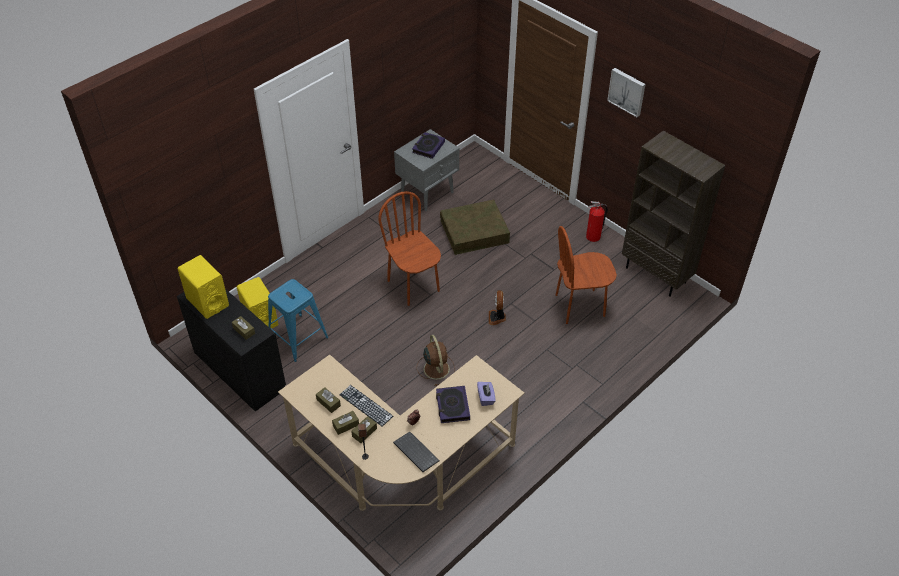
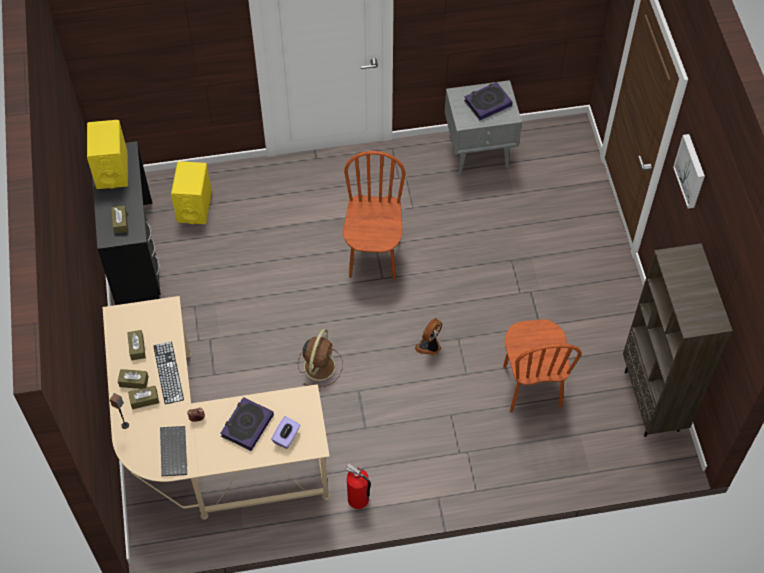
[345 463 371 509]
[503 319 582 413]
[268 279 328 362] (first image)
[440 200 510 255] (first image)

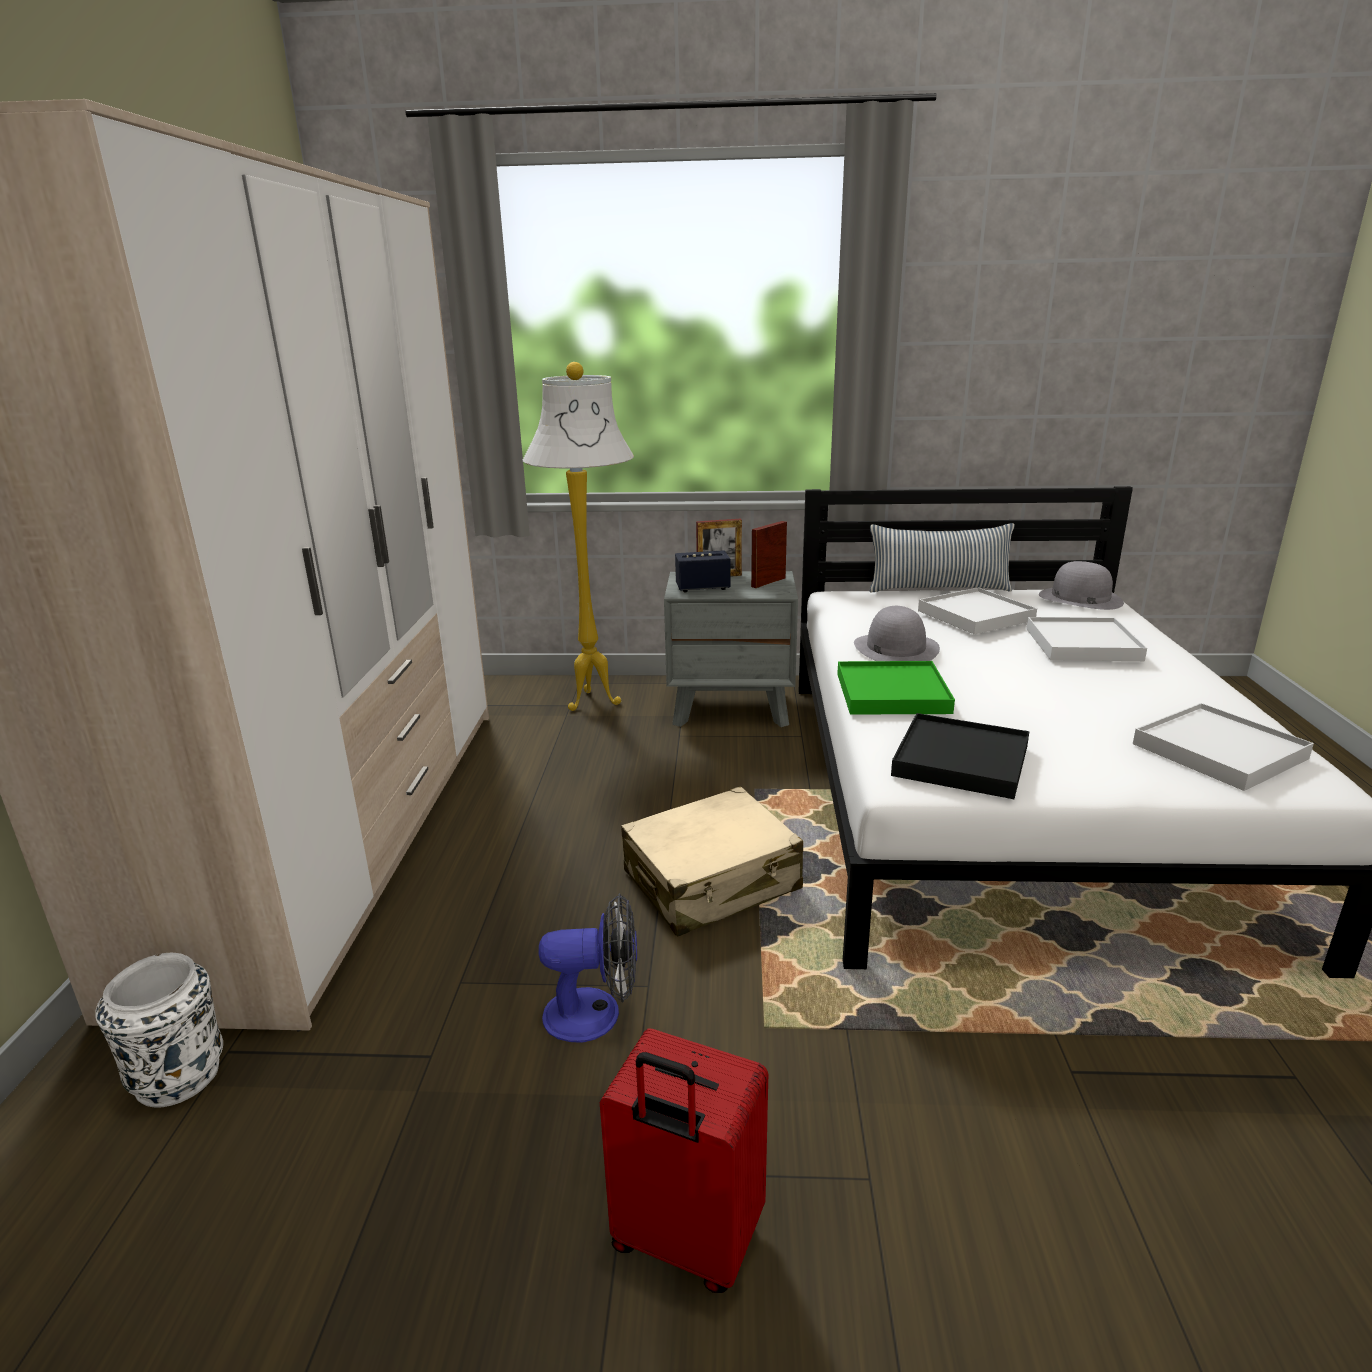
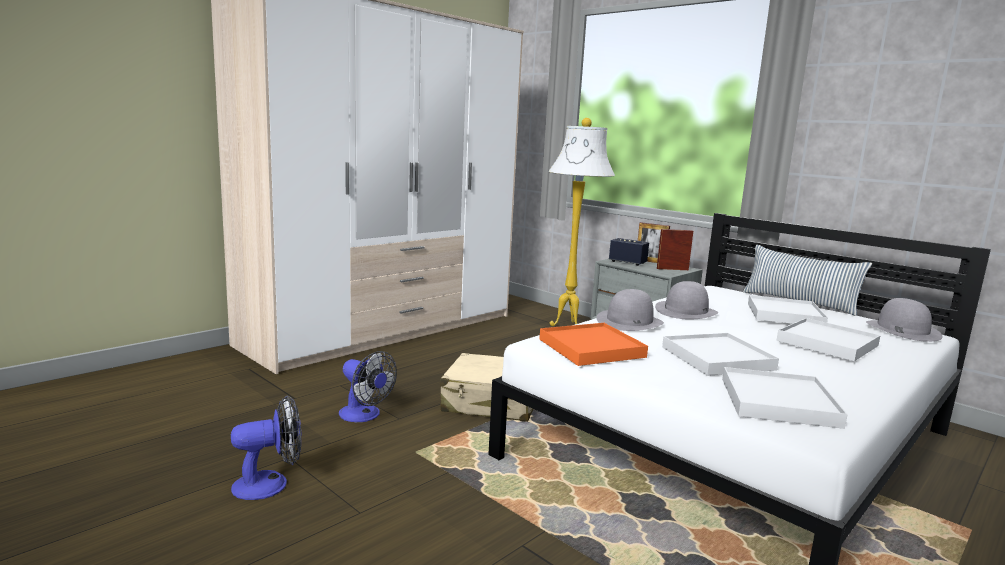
[231 396 302 500]
[539 323 648 366]
[597 289 664 331]
[662 333 779 376]
[95 953 223 1108] (first image)

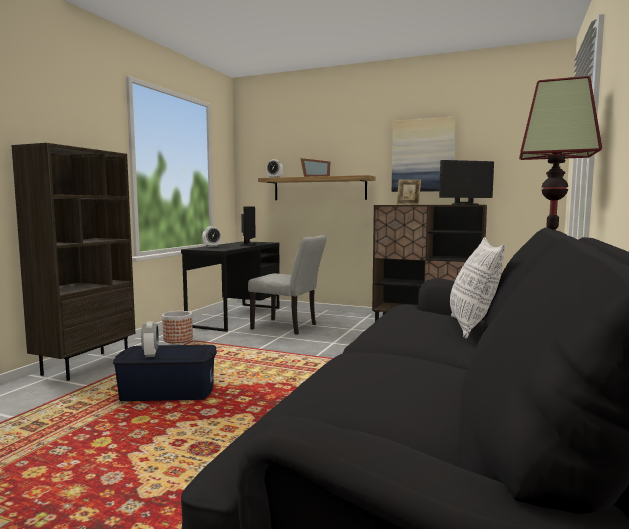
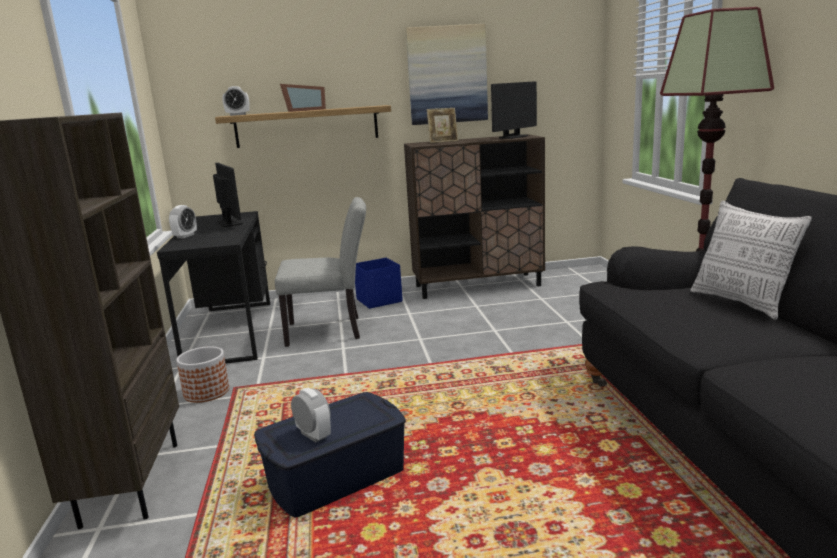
[355 258 403 309]

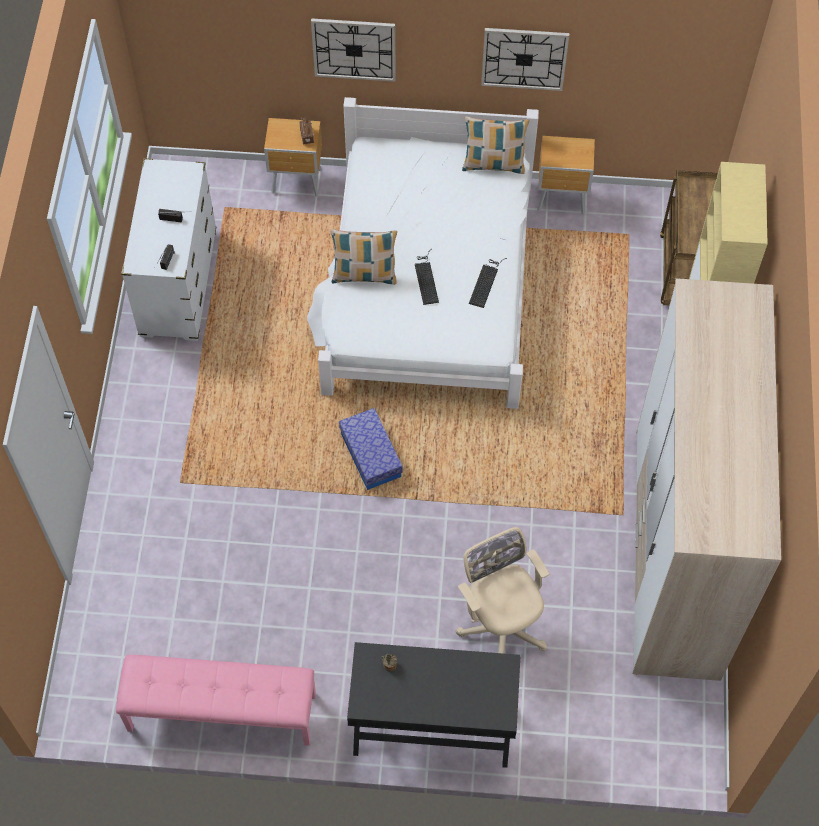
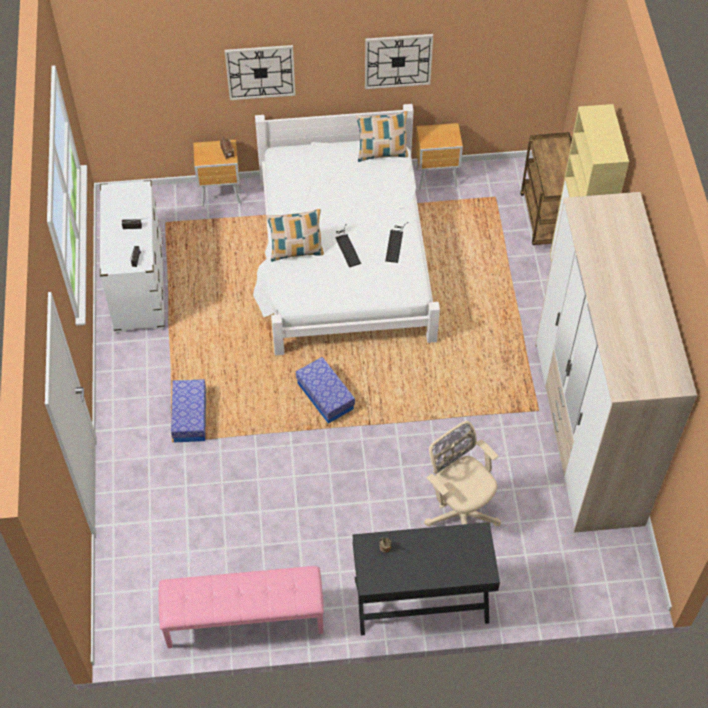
[171 379 206 442]

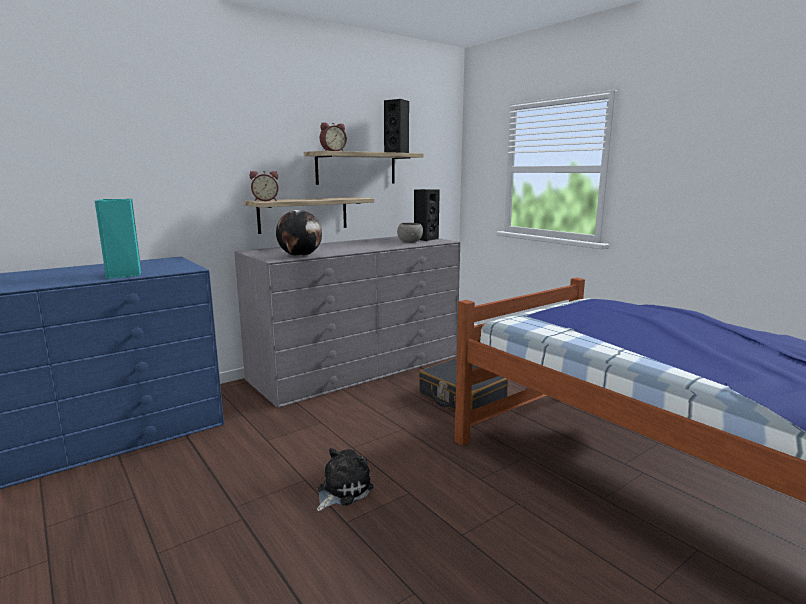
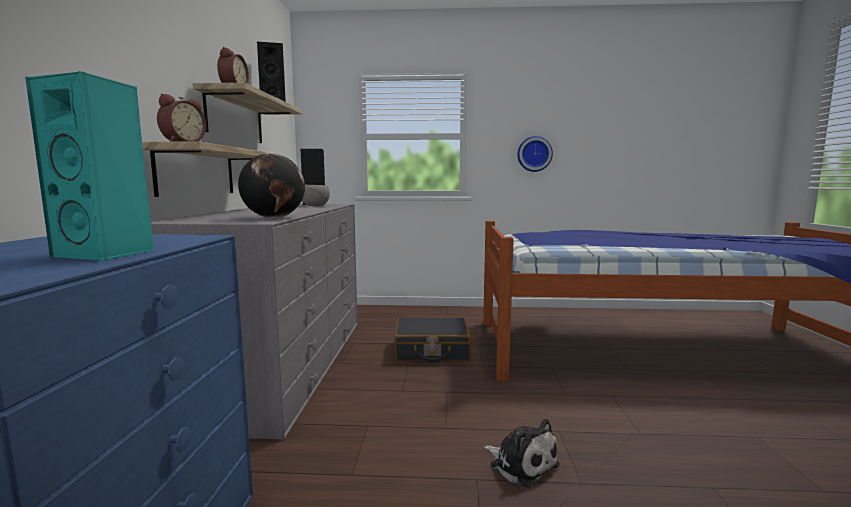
[484 419 560 488]
[517 136 553 172]

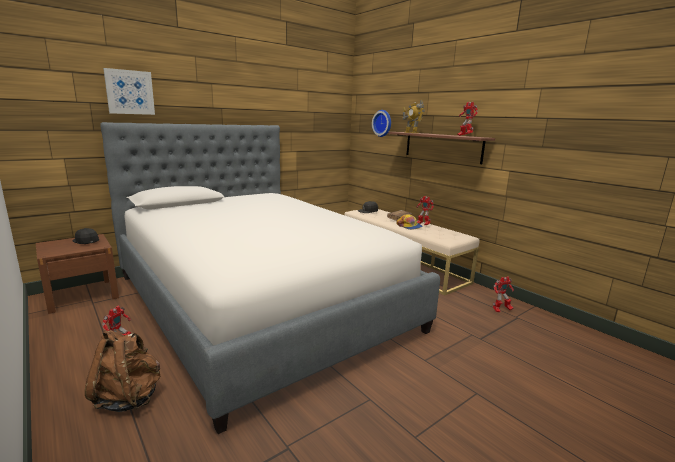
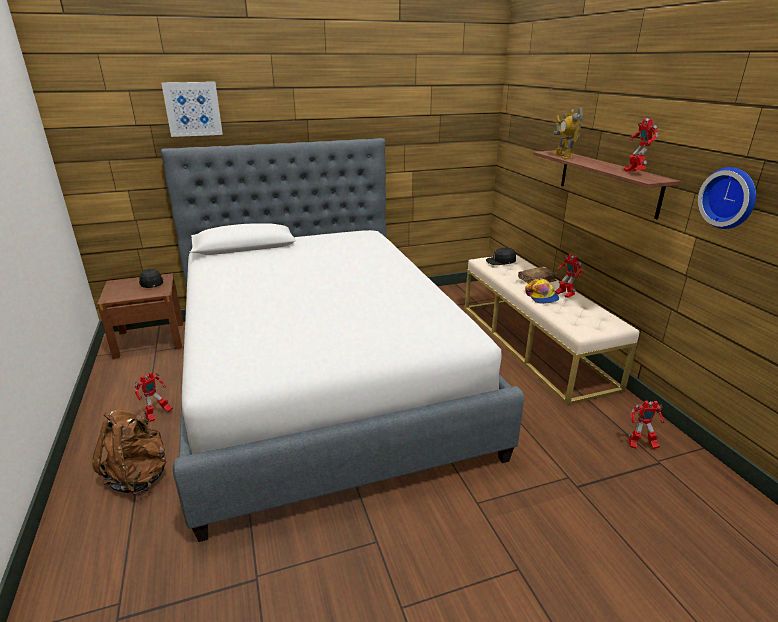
[698 167 756 229]

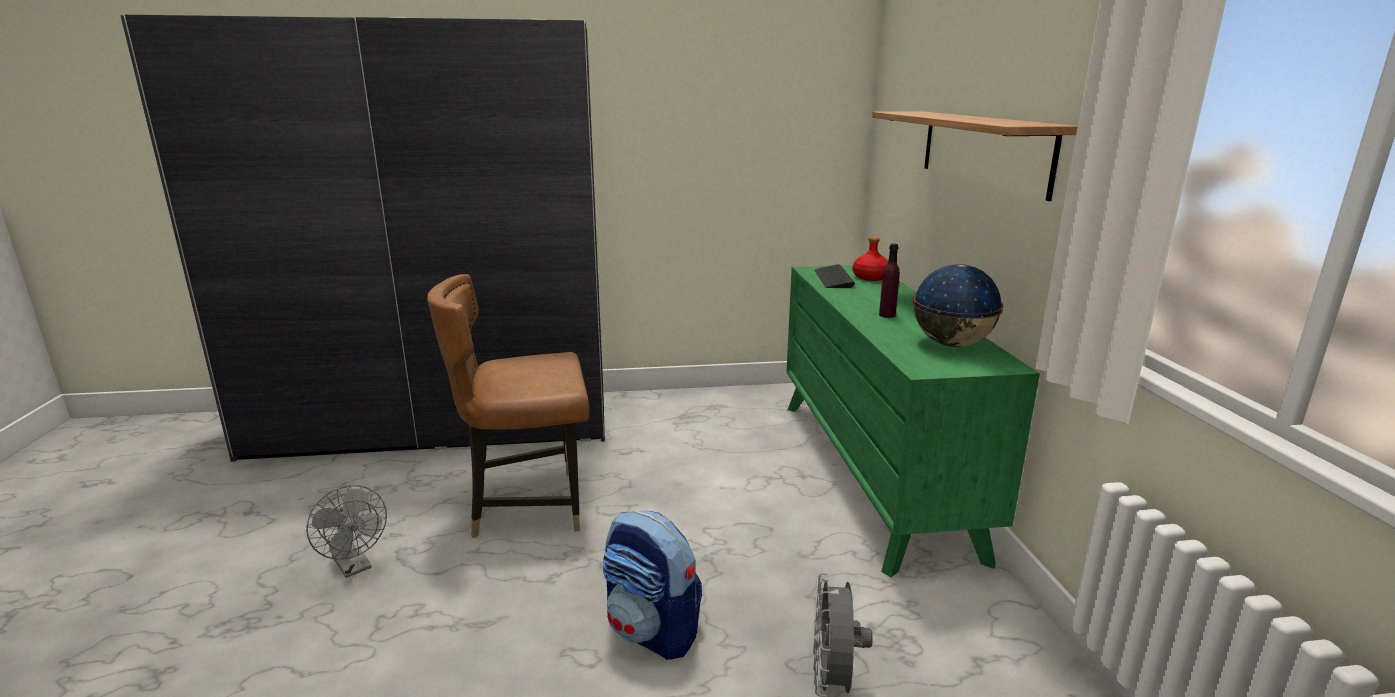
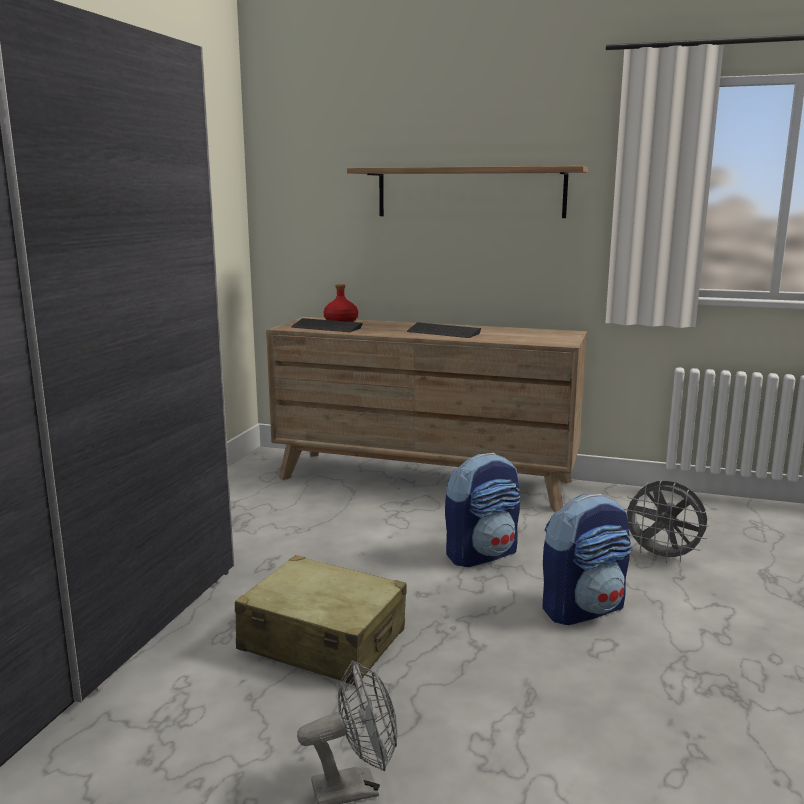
[235 555 407 685]
[266 317 587 512]
[407 322 481 338]
[445 453 520 567]
[913 264 1003 347] (first image)

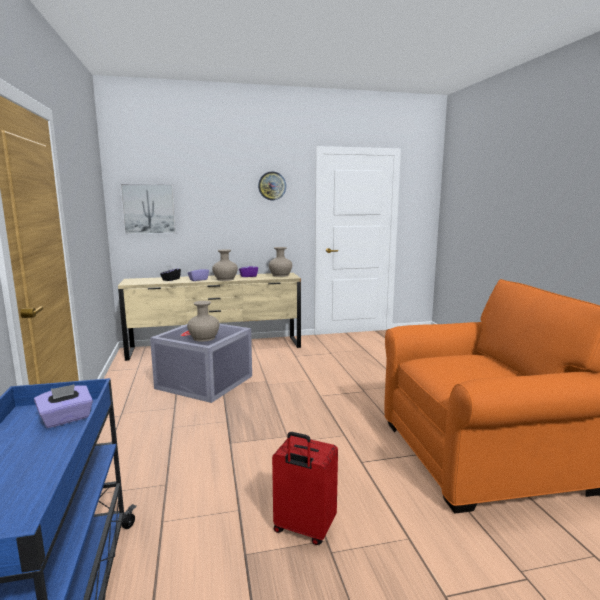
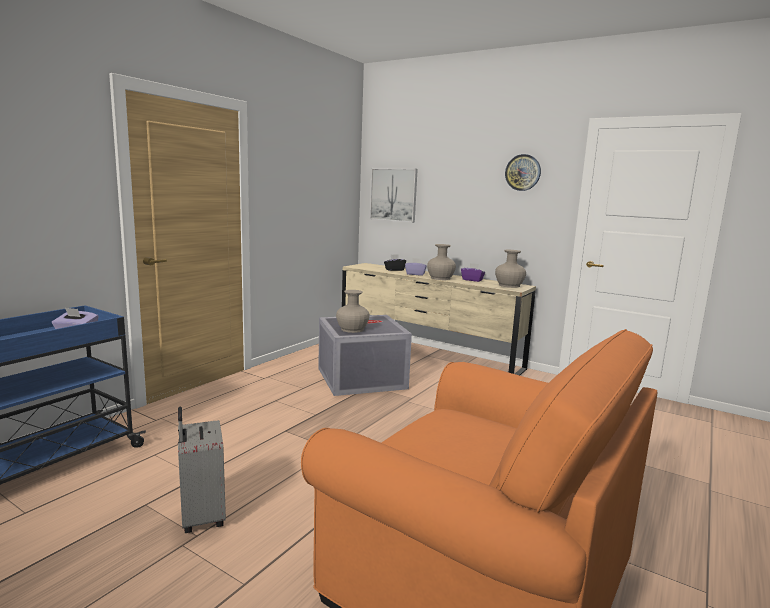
[178 407 226 533]

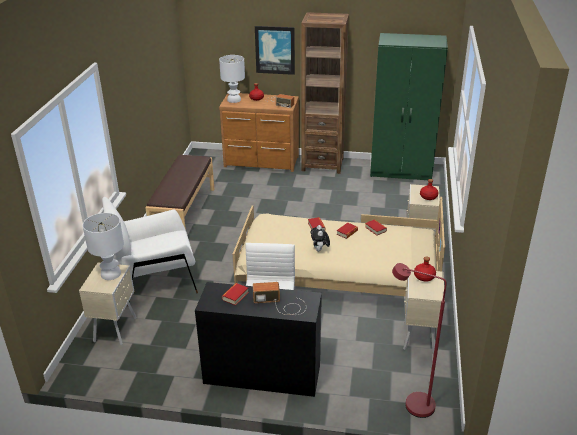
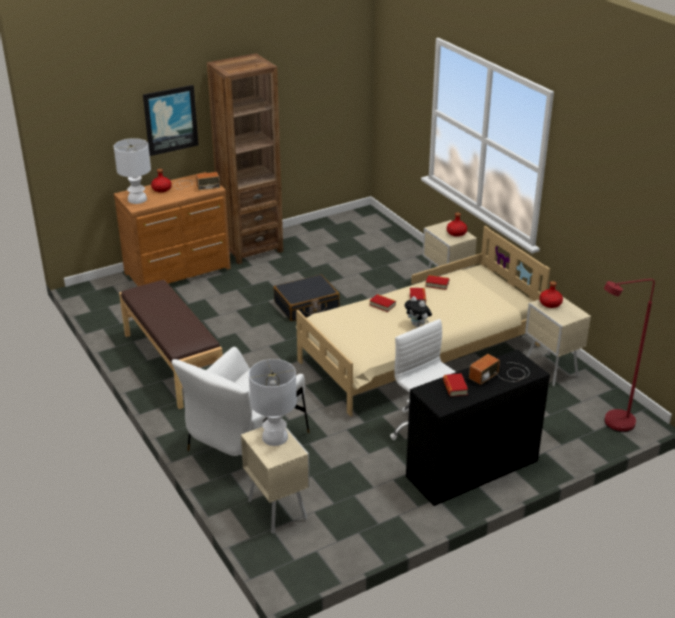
[273 274 340 321]
[370 33 448 180] (first image)

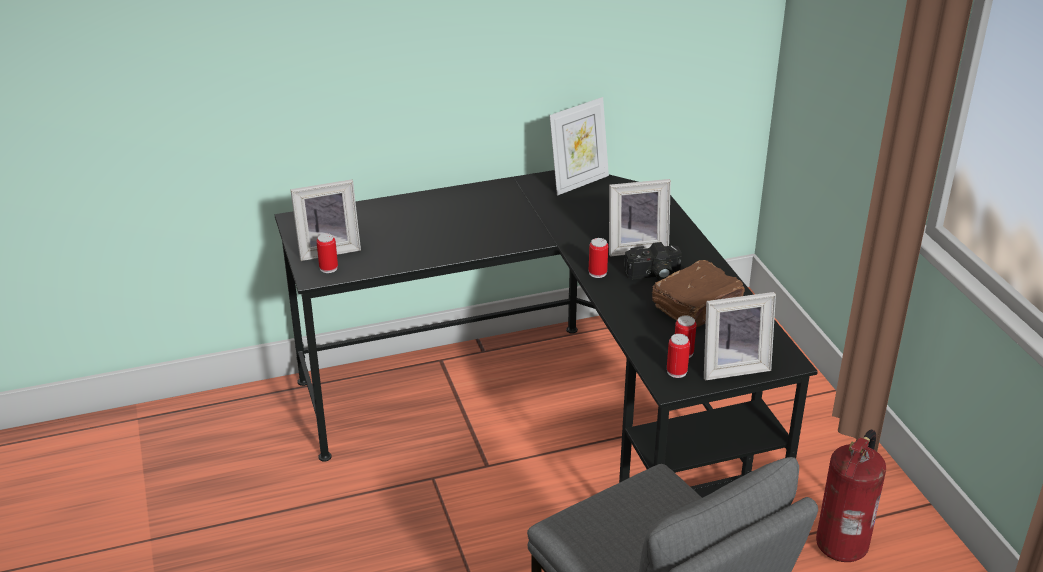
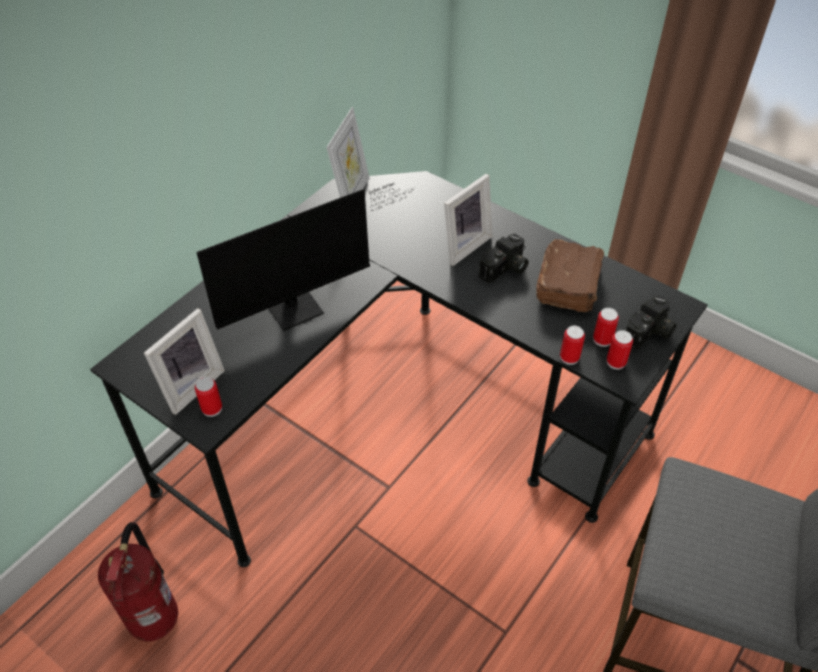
[98 522 178 641]
[196 183 415 331]
[560 325 585 365]
[626 295 677 349]

